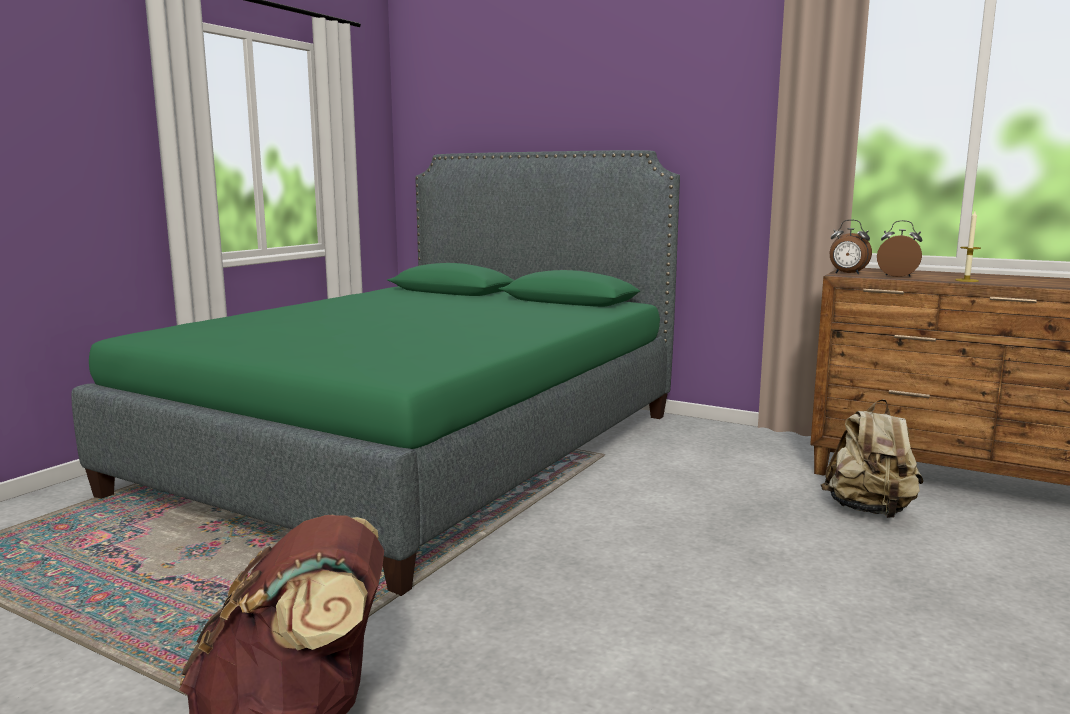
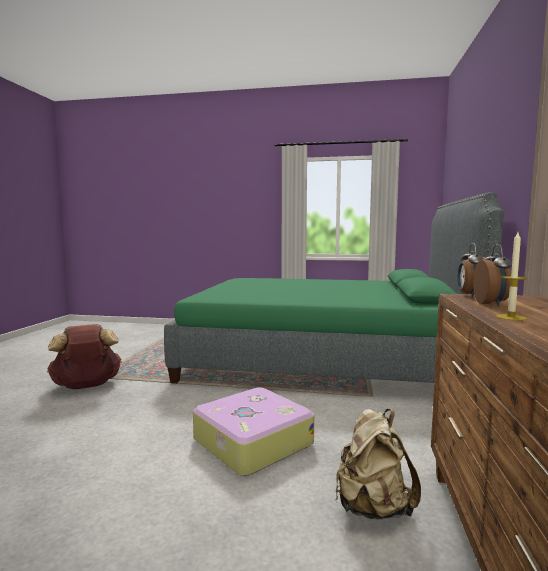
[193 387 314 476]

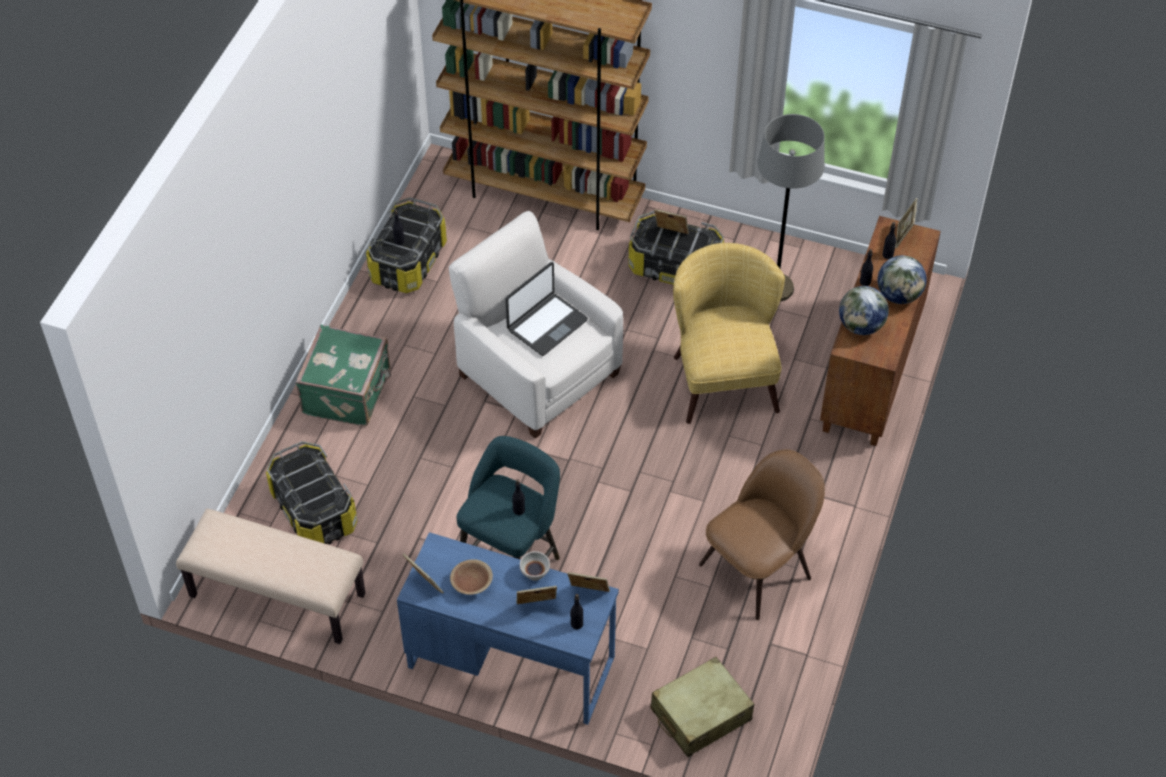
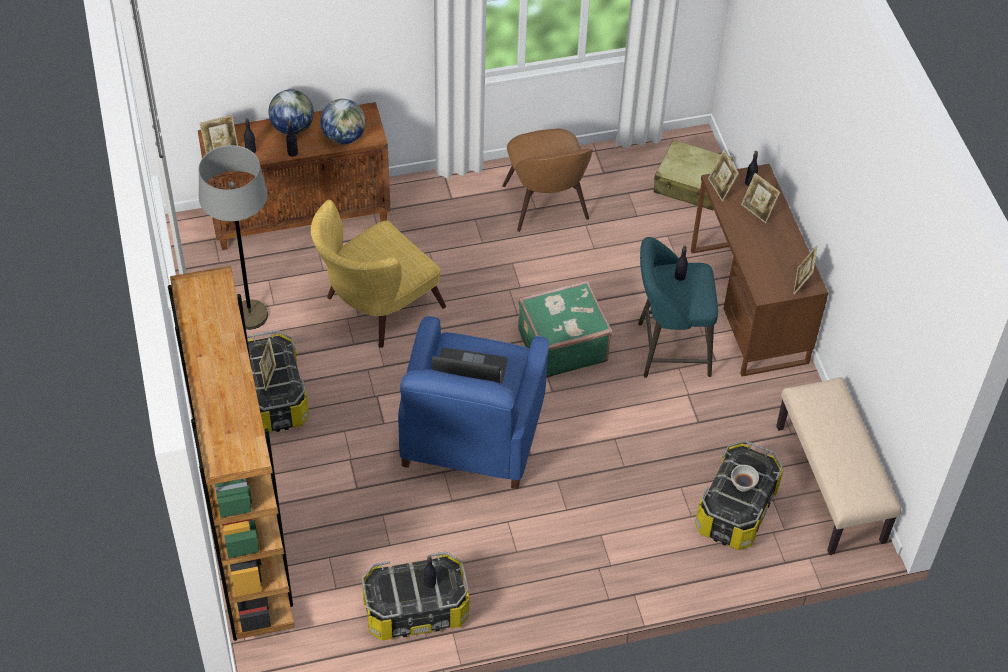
[398 316 549 489]
[502 128 593 232]
[518 280 612 378]
[691 164 828 377]
[731 465 759 492]
[450 559 493 595] (first image)

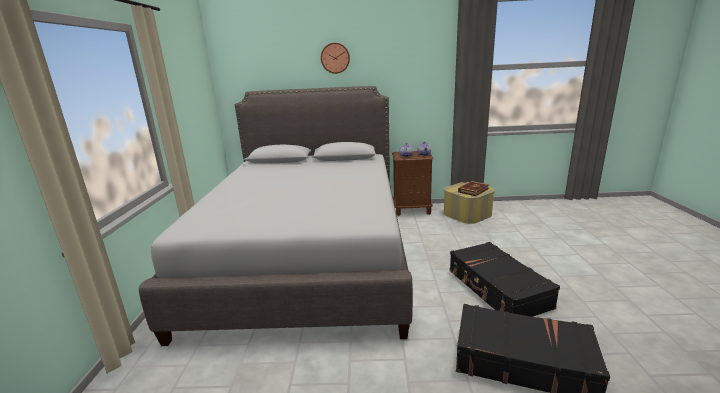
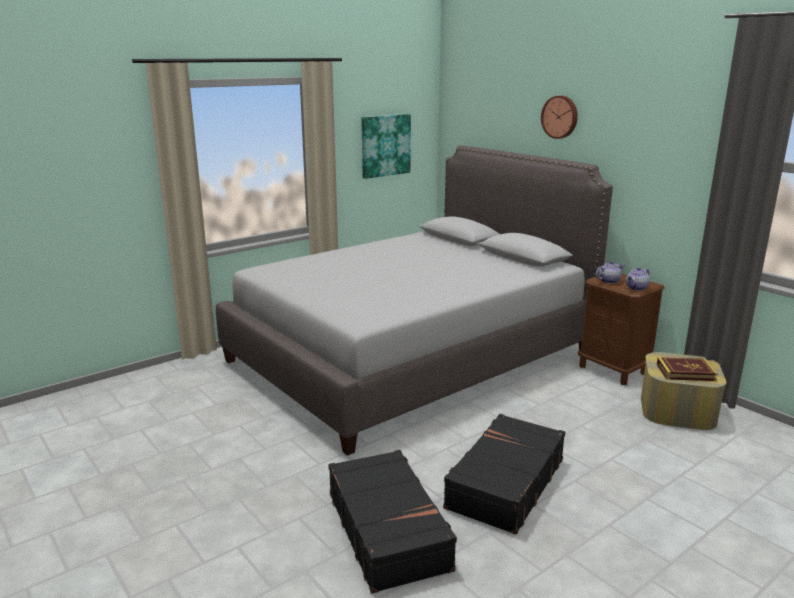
[361 114 411 179]

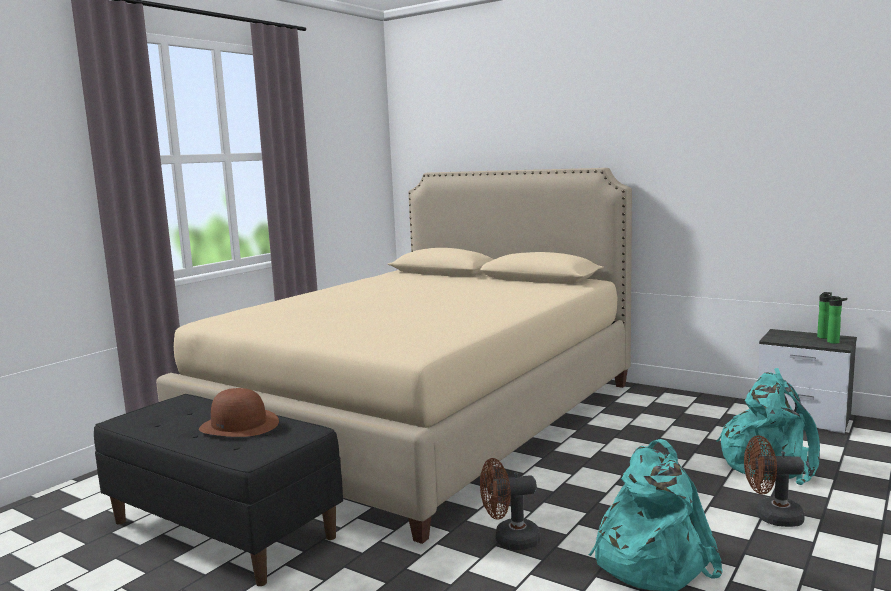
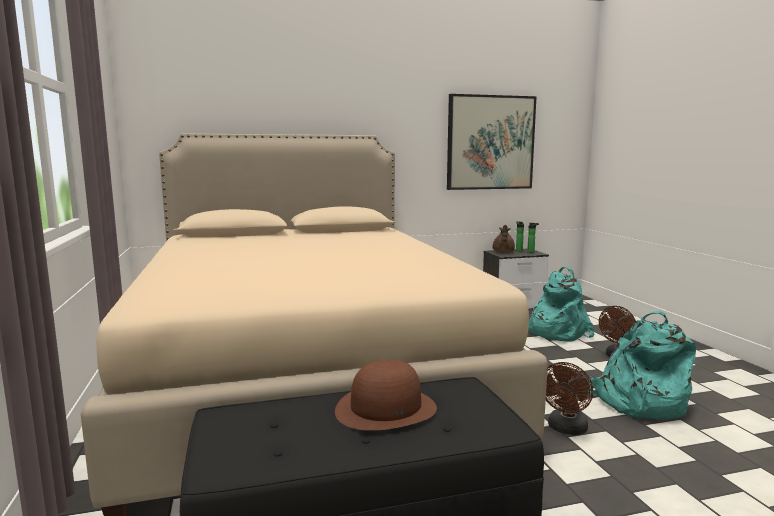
[447 94 537 190]
[493 225 515 253]

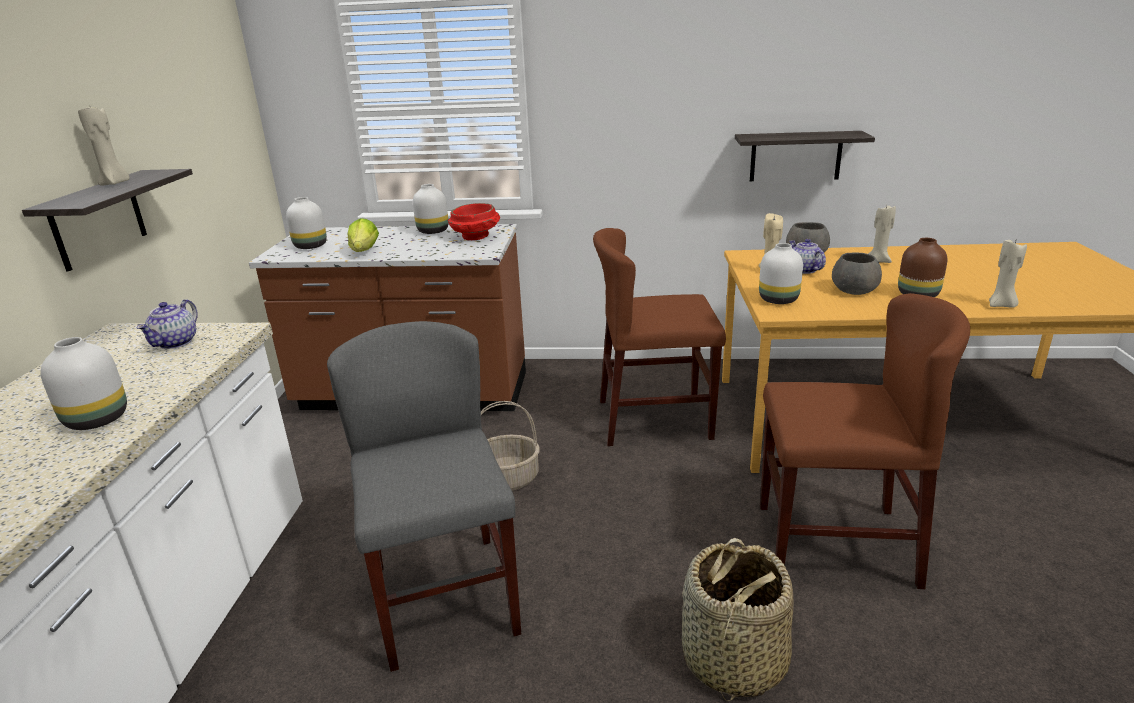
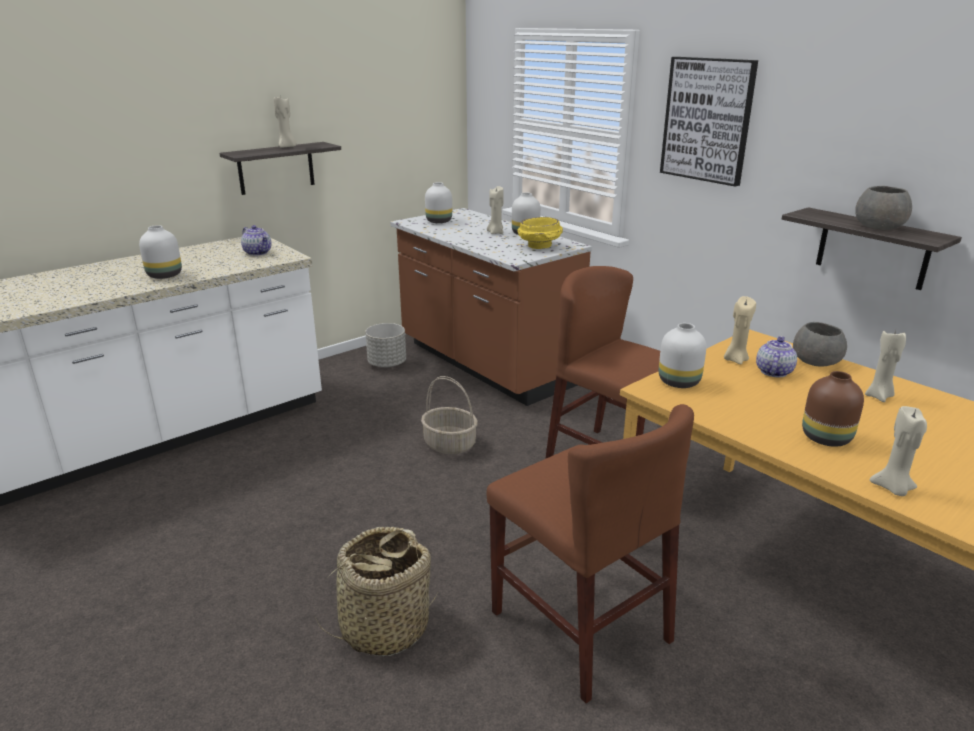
[241 225 271 256]
[365 323 406 368]
[487 186 504 234]
[518 217 563 249]
[660 57 758 187]
[855 186 912 230]
[327 321 521 672] (first image)
[348 218 379 252] (first image)

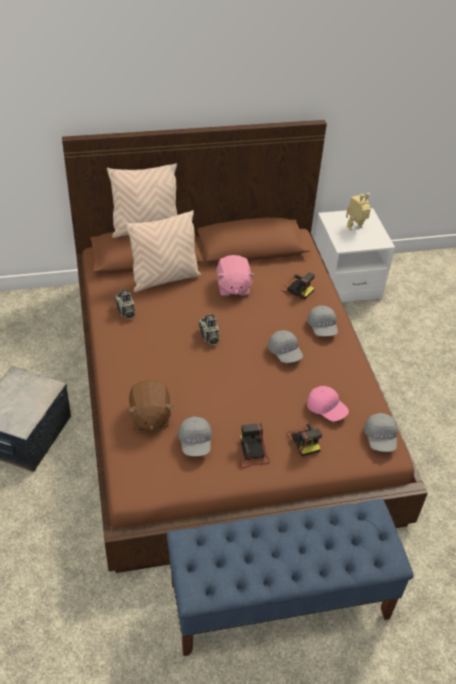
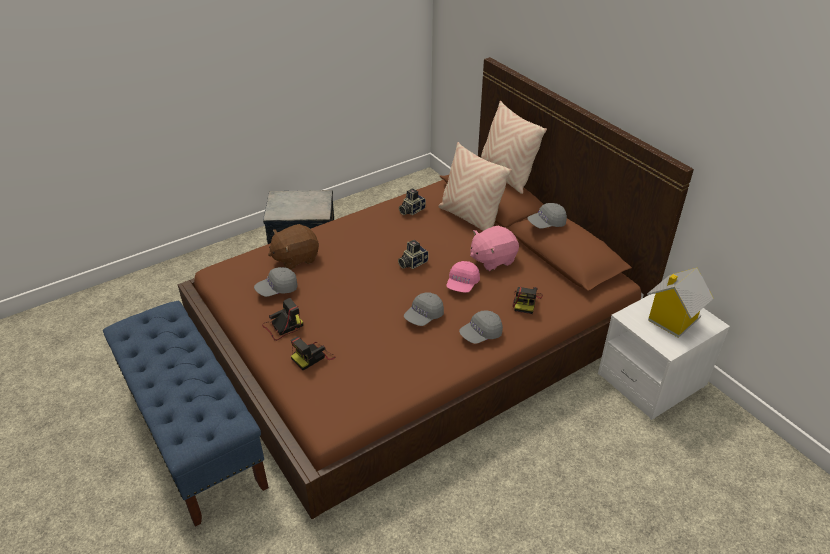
[446 261 480 293]
[527 203 567 229]
[647 268 713 338]

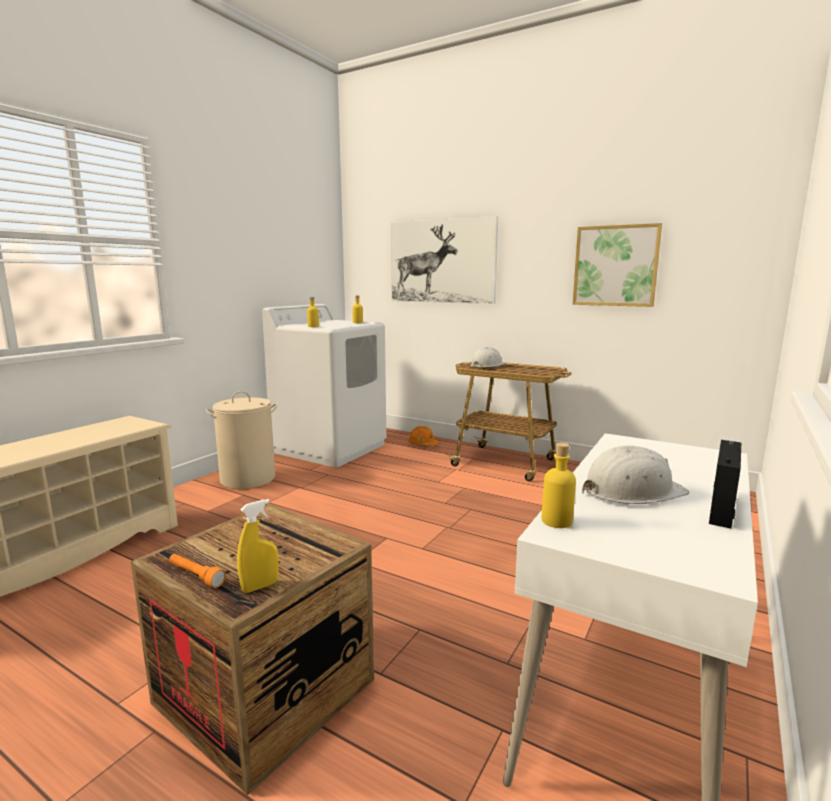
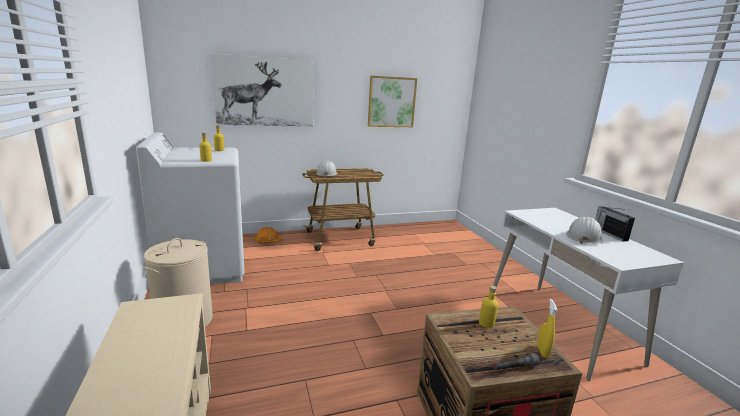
[479 286 498 328]
[493 353 539 370]

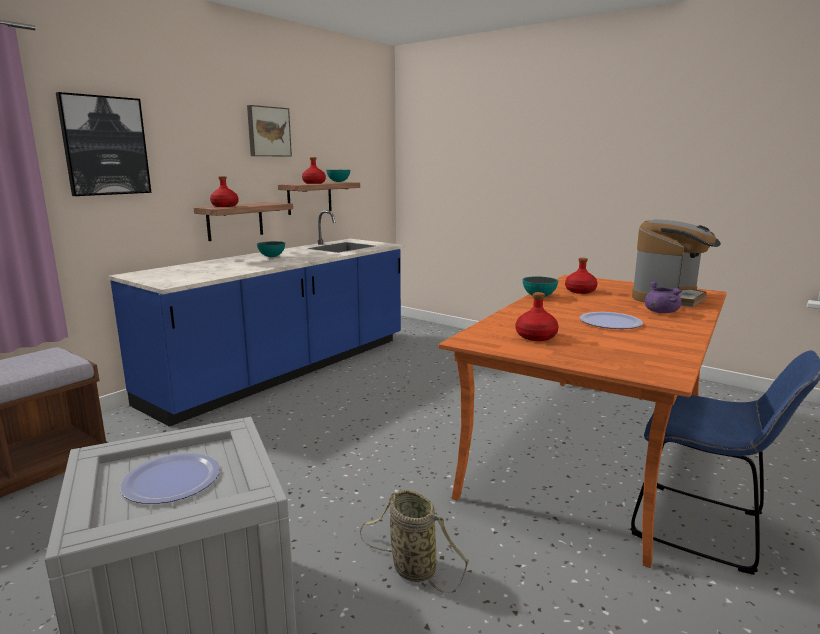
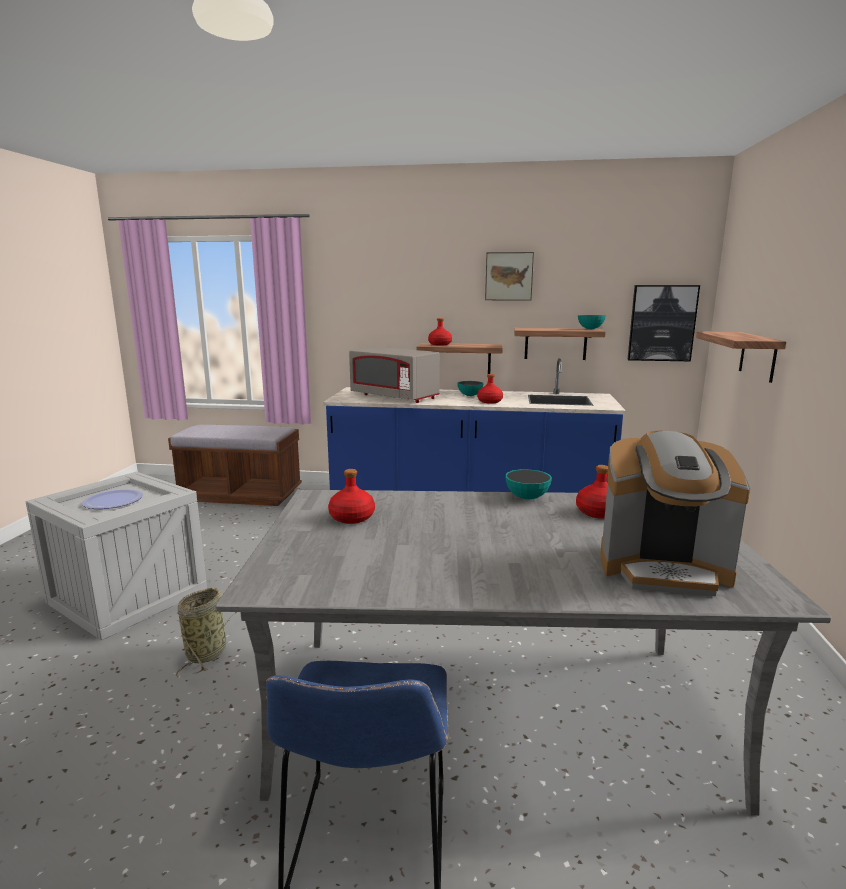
[215 490 831 816]
[349 347 440 403]
[477 374 503 404]
[627 285 700 361]
[696 331 786 383]
[580 312 643 329] (first image)
[645 281 682 313] (first image)

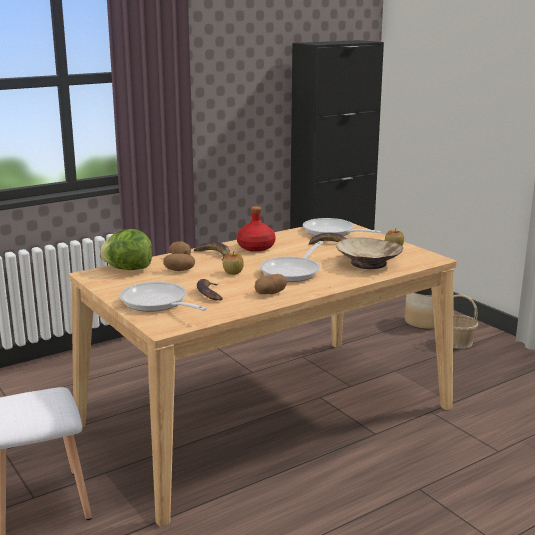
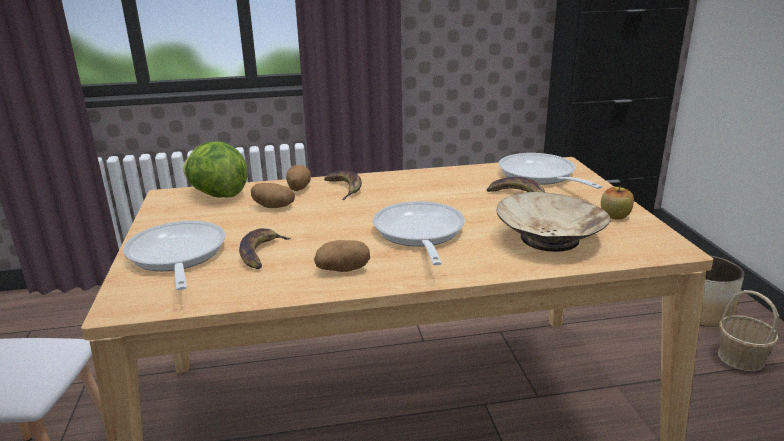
[373 201 465 265]
[223 252 244 275] (first image)
[237 206 276 252] (first image)

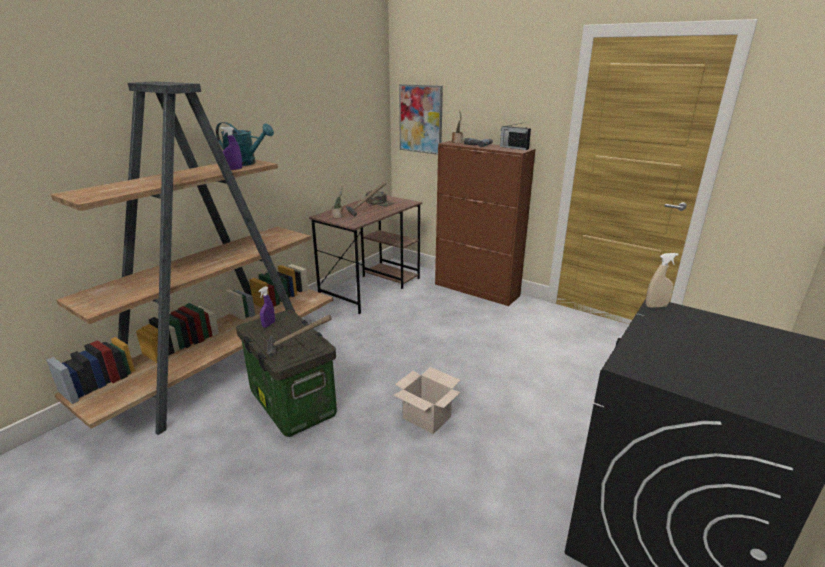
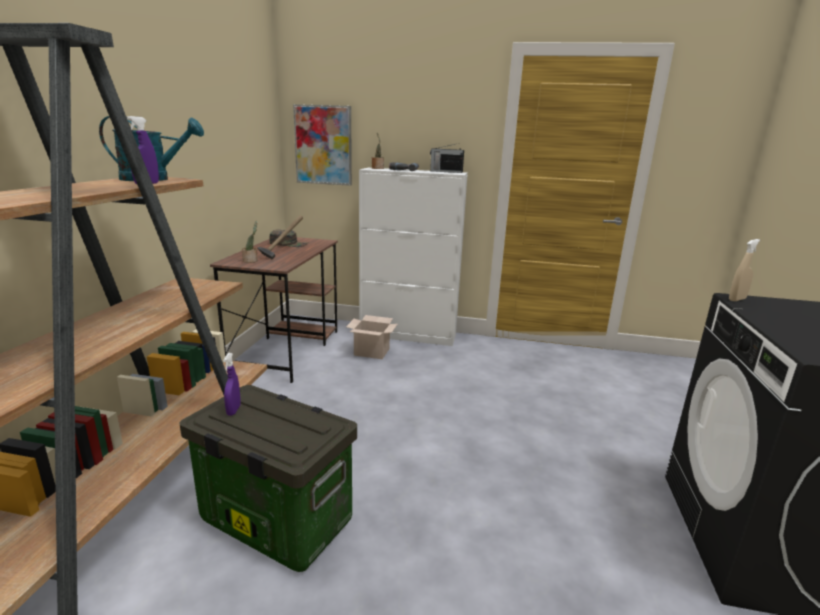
[346 315 398 359]
[359 168 468 346]
[267 314 332 357] (first image)

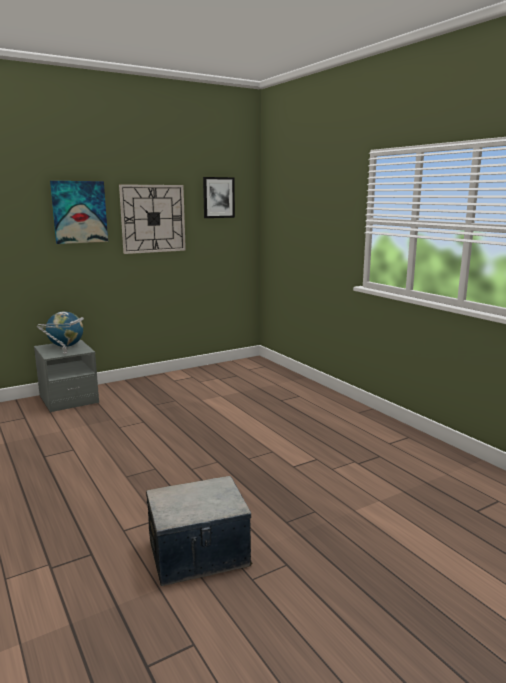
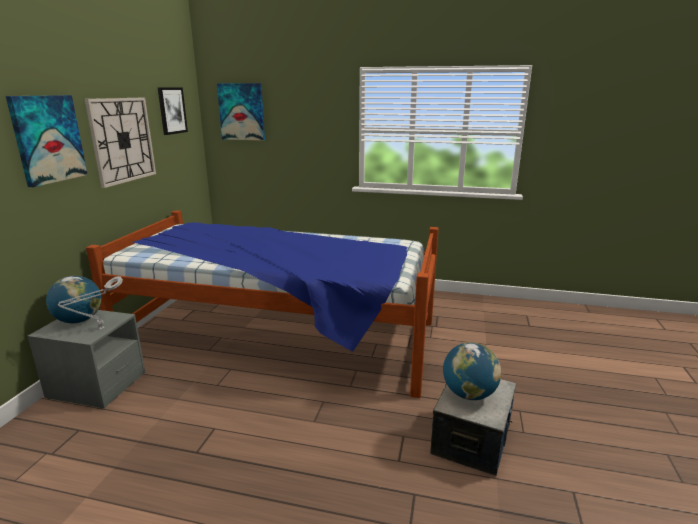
[86 210 439 398]
[217 83 265 141]
[443 342 501 400]

